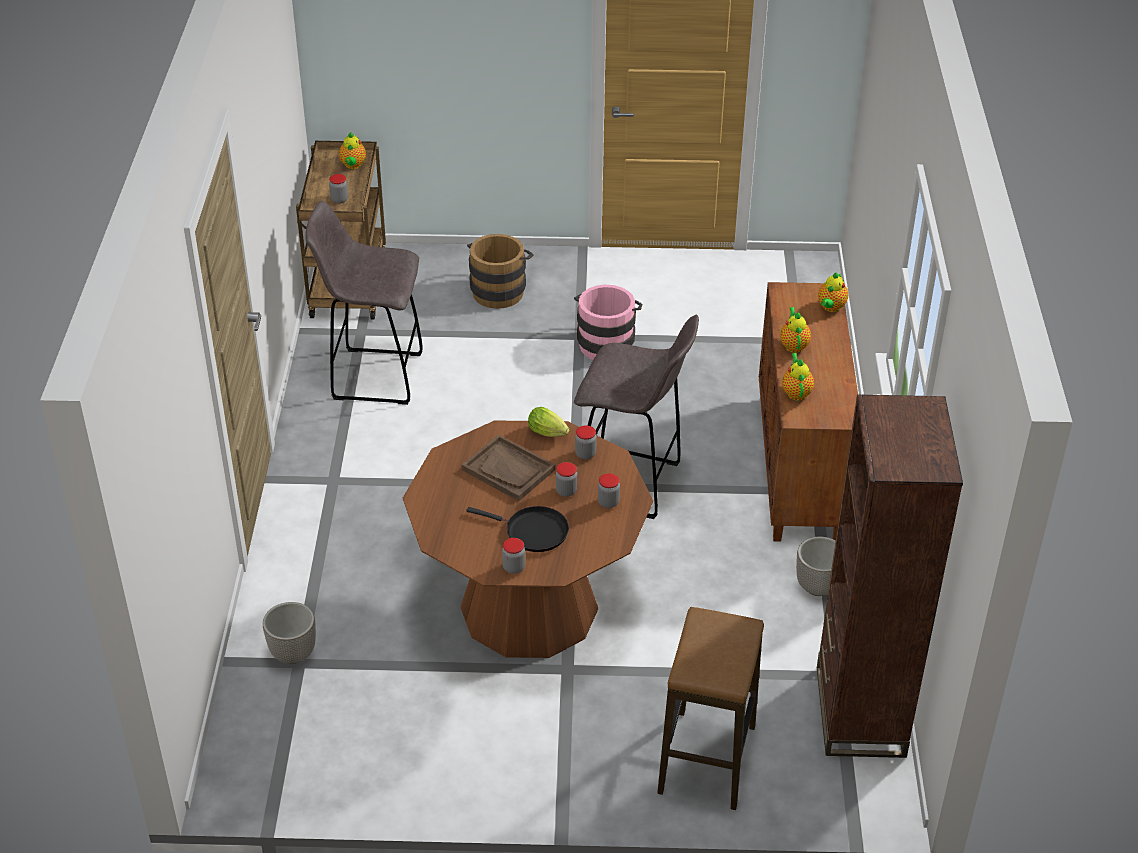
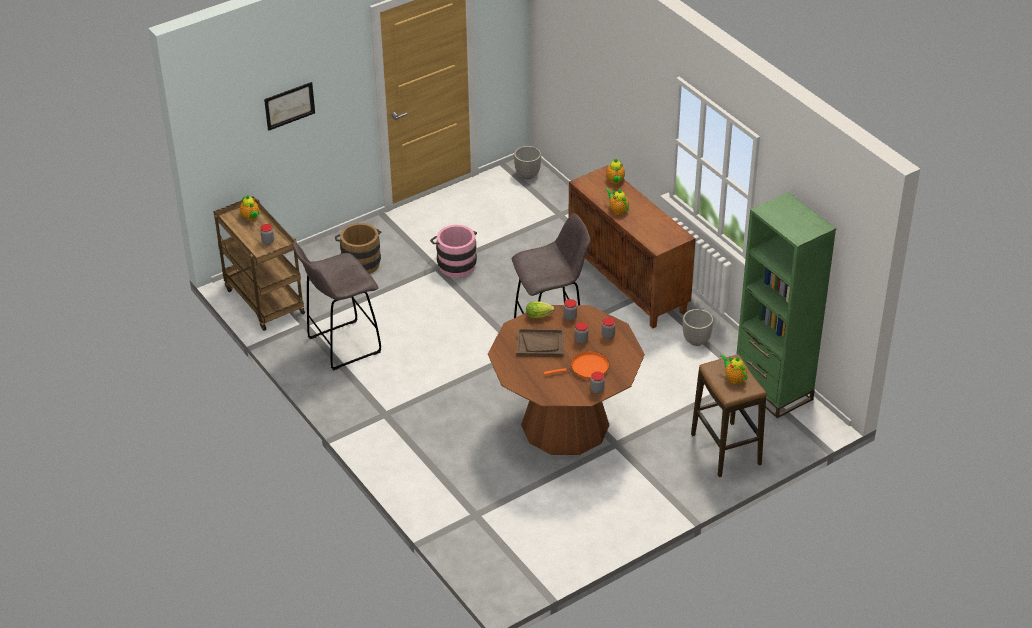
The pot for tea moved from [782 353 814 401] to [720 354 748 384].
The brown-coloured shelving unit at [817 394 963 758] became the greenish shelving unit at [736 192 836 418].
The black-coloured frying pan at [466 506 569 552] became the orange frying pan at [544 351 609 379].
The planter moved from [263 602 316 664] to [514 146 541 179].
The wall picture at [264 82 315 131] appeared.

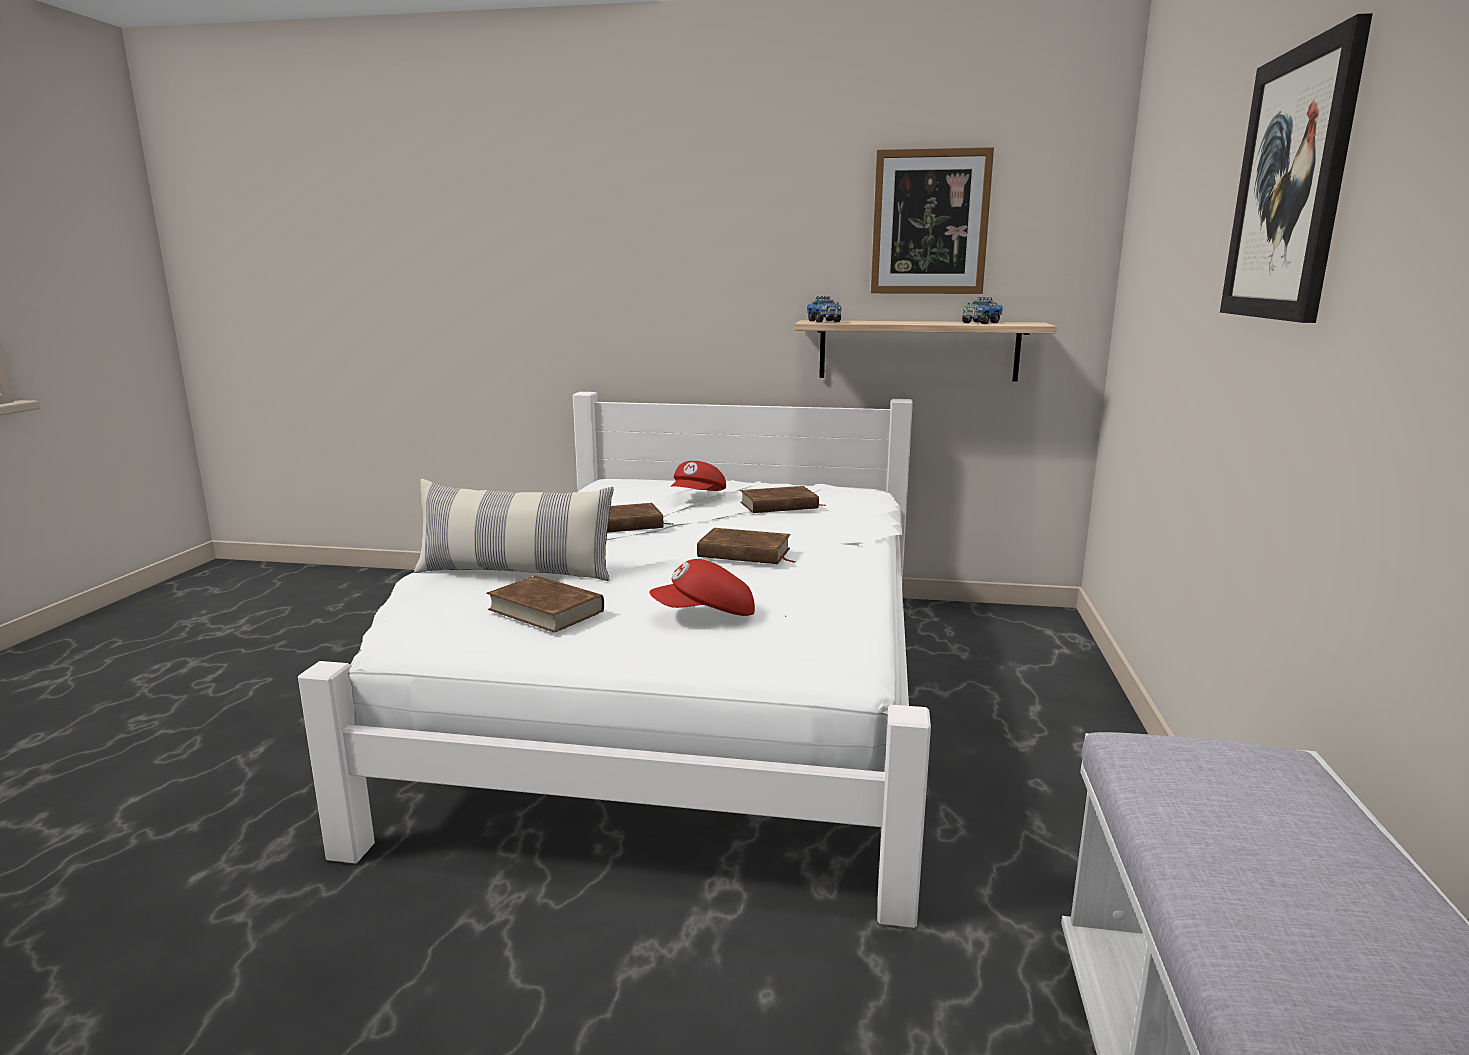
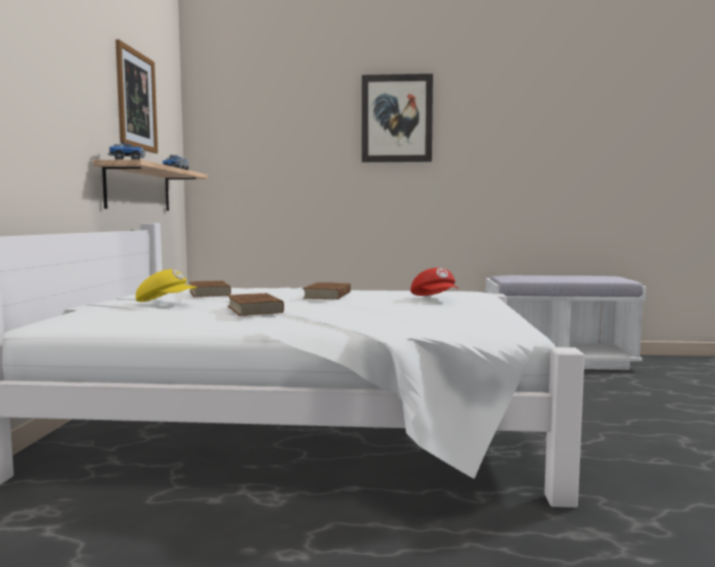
The red cap at [670 461 726 491] became the yellow cap at [136 269 197 302].
The pillow at [414 479 614 581] disappeared.
The brown-coloured book at [486 575 604 633] disappeared.

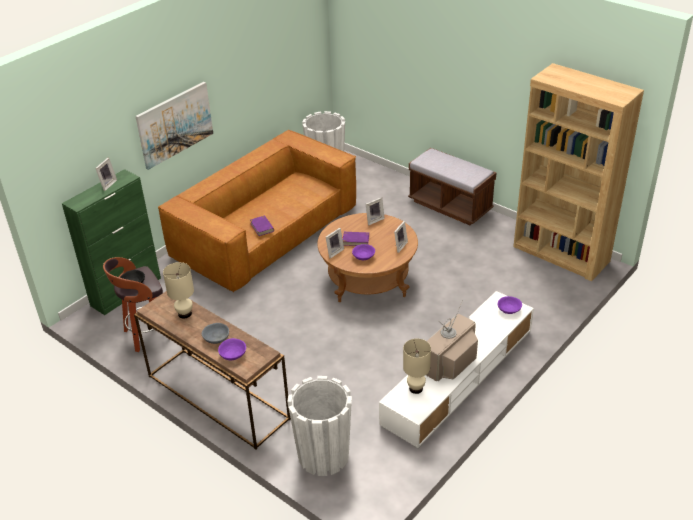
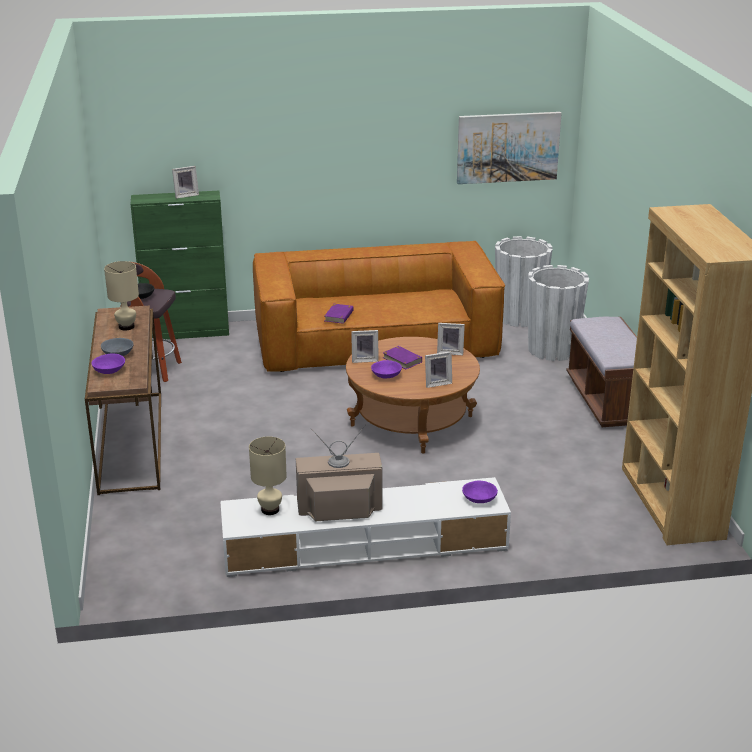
The wall picture moved from [135 82 213 170] to [457 112 562 184].
The white-coloured planter moved from [287 376 352 476] to [528 265 589 361].

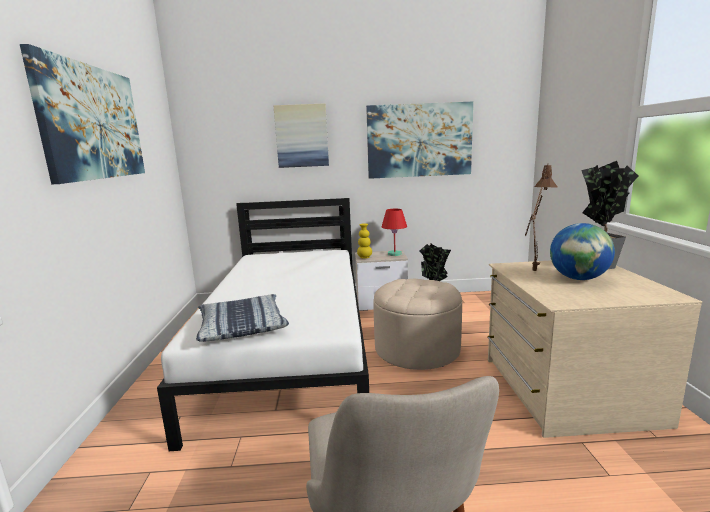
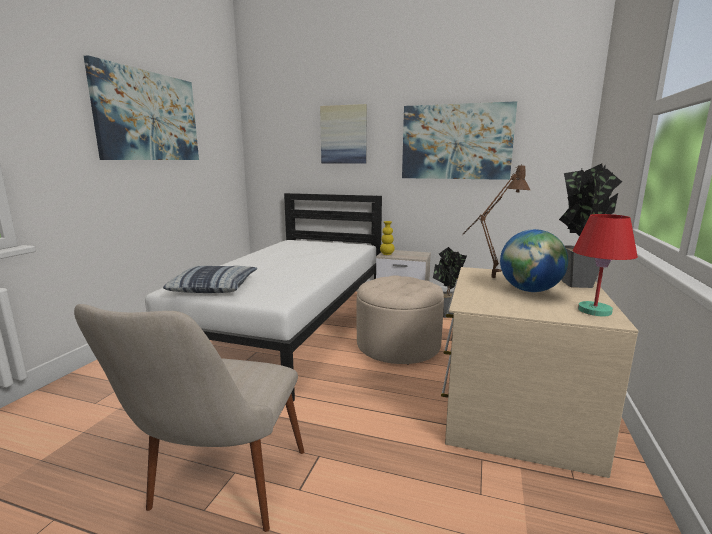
The red lamp for a table moved from [382 209 407 256] to [573 214 638 316].

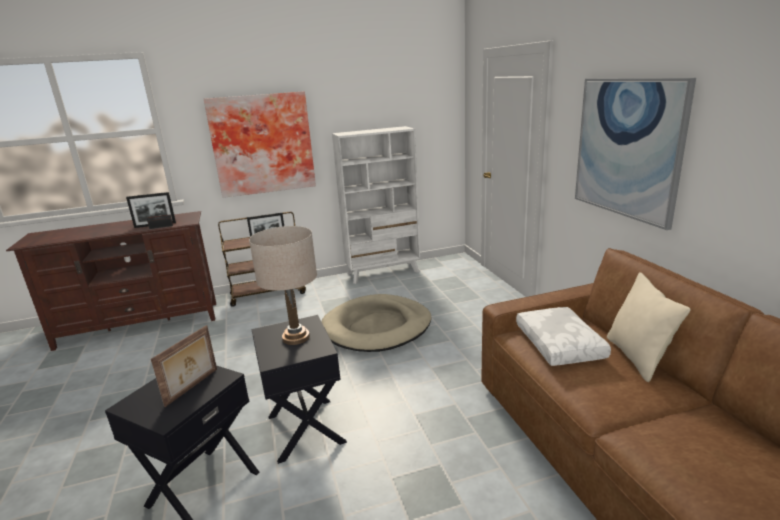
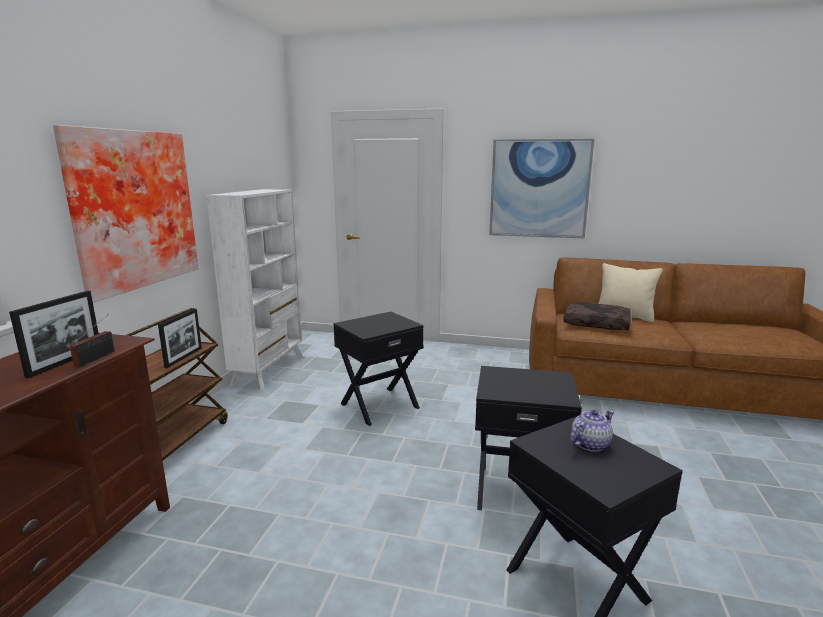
The beige lamp for a table at [249 226 317 345] disappeared.
The beige dog bed at [321 294 431 352] was replaced by the black-coloured end table at [333 312 424 426].
The white-coloured pillow at [516 307 611 366] became the brown-coloured pillow at [563 302 631 330].
The photo frame at [151 325 217 407] was replaced by the pot for tea at [570 410 614 452].

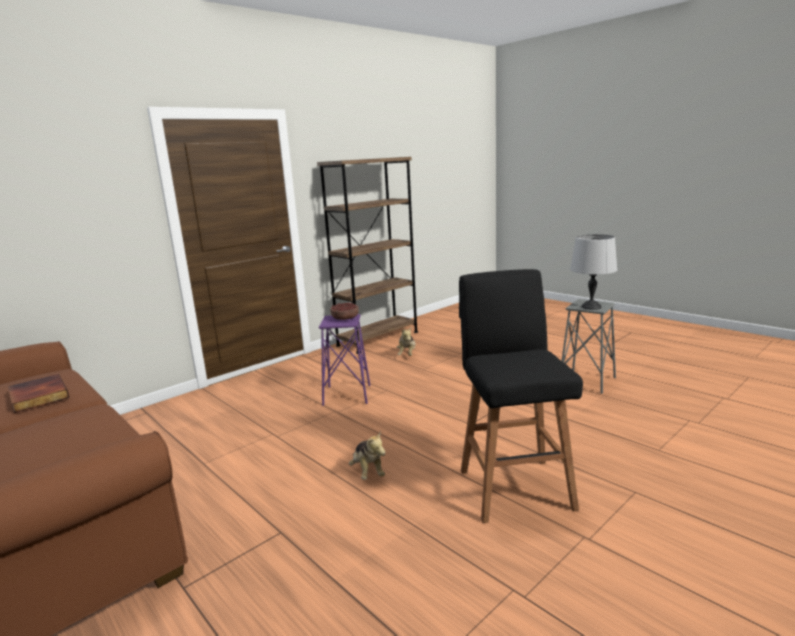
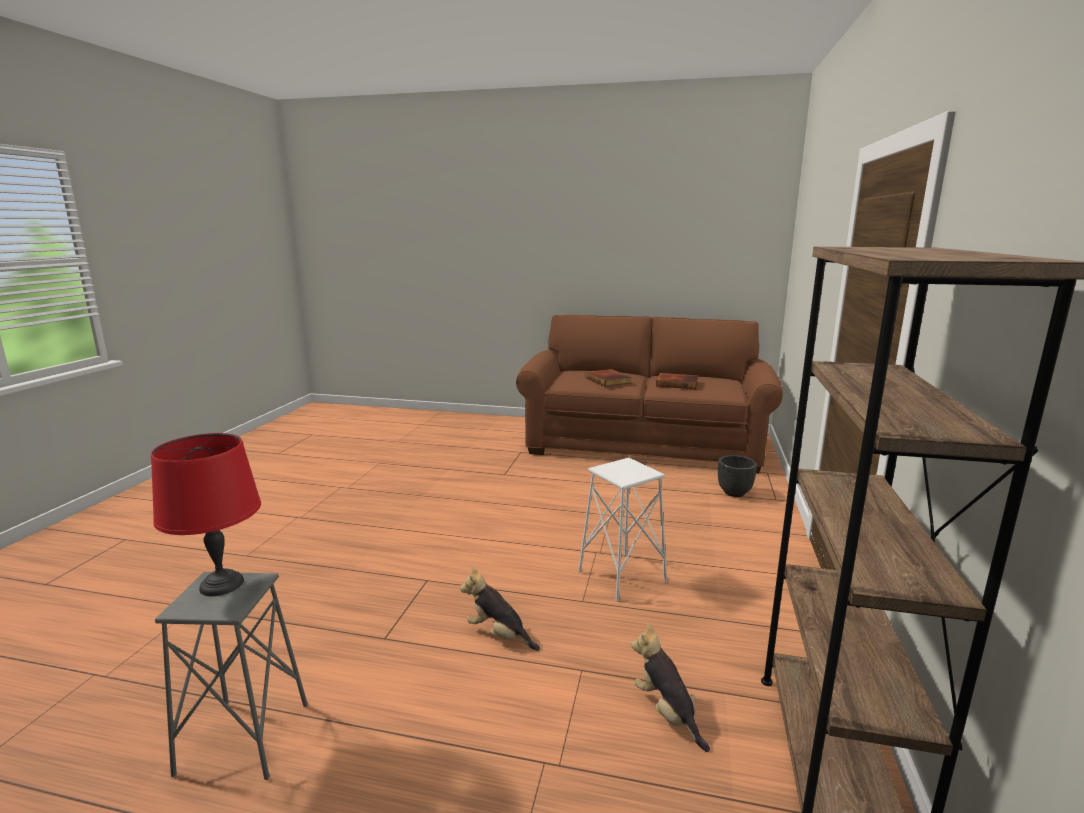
The grey lamp for a table at [570 234 617 310] became the red lamp for a table at [151 433 261 596].
The black-coloured sitting stool at [459 269 583 523] disappeared.
The deep dish at [330 303 359 320] disappeared.
The purple-coloured sitting stool at [319 314 370 406] became the white-coloured sitting stool at [578 458 667 602].
The cuddly toy moved from [349 431 386 480] to [460 567 540 651].
The book at [586 369 631 387] appeared.
The black-coloured planter at [718 455 757 497] appeared.

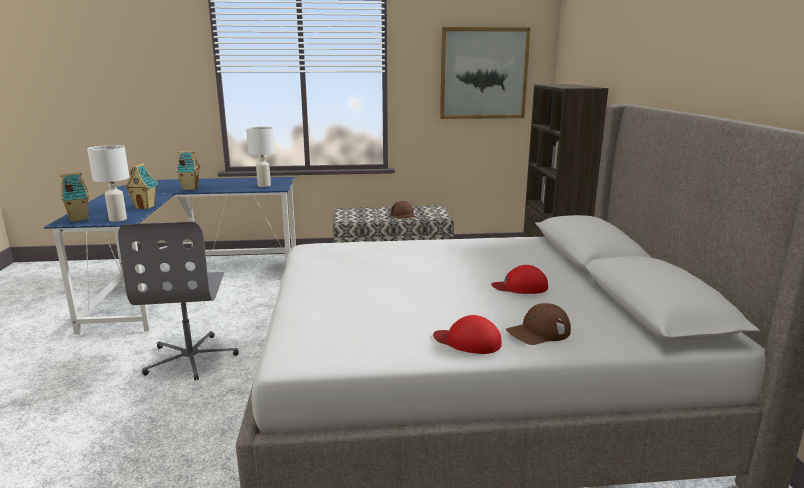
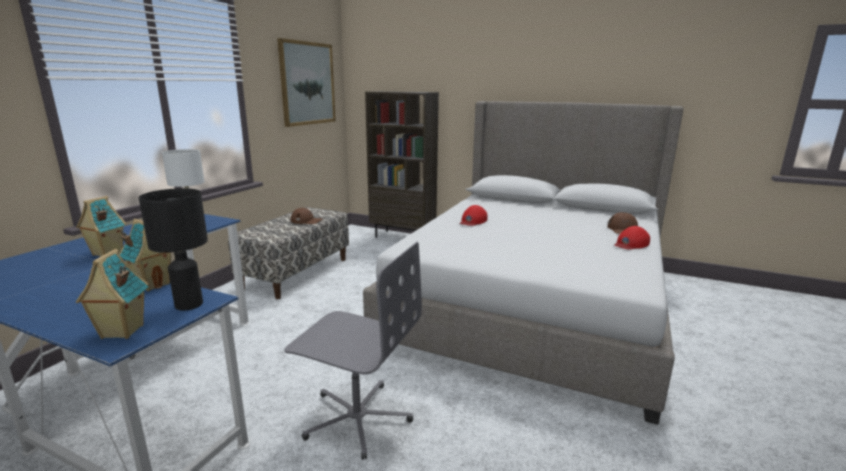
The white-coloured lamp for a table at [87 145 130 222] became the black-coloured lamp for a table at [139 188 208 311].
The red cap moved from [491 265 548 294] to [460 205 488 226].

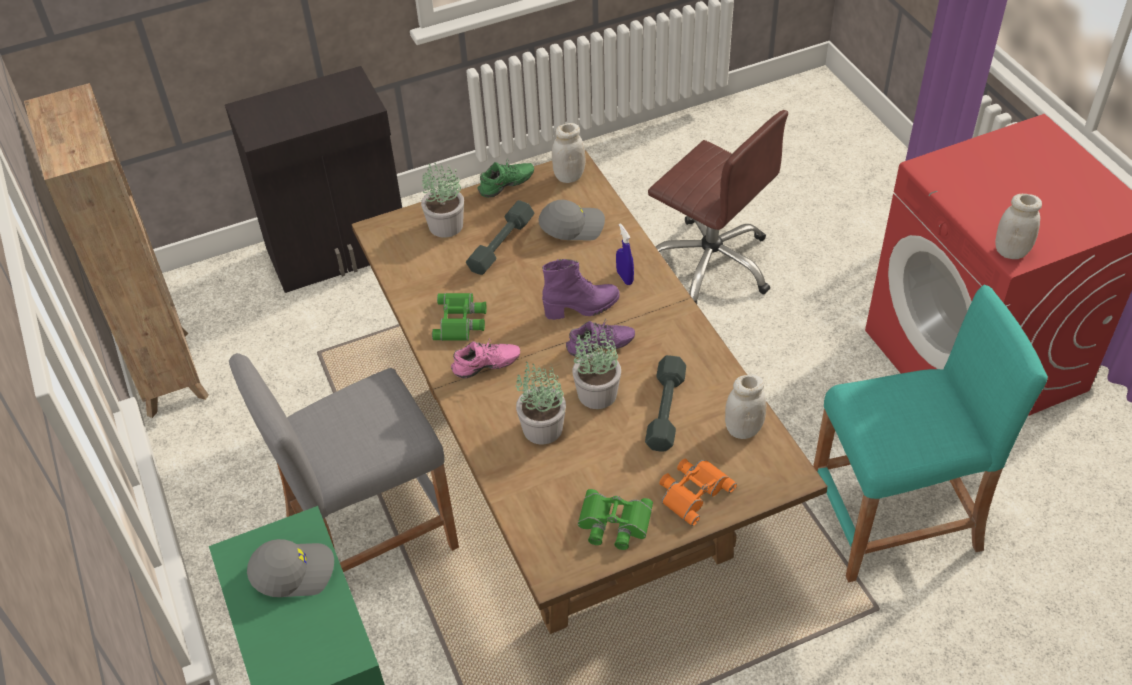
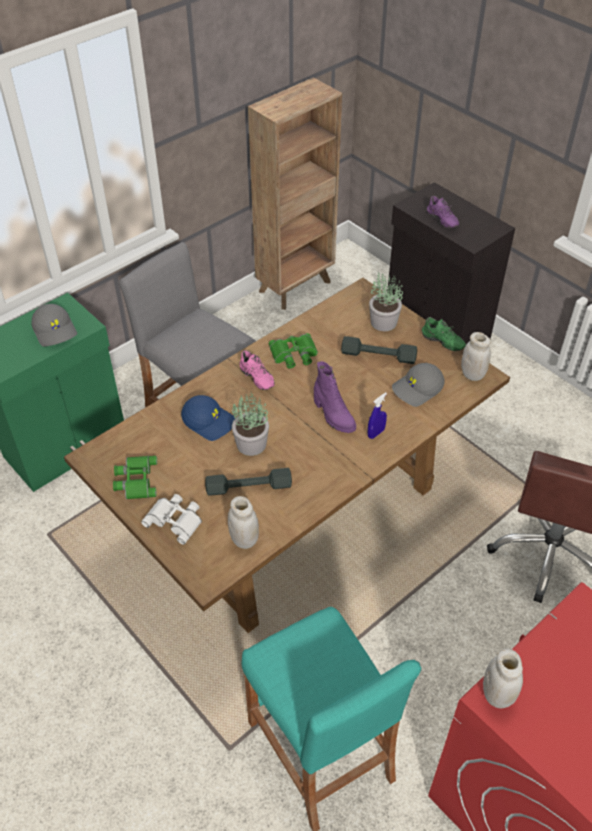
The grey cap at [538 200 605 240] turned 90 degrees clockwise.
The purple-coloured shoe moved from [566 319 635 357] to [427 196 459 228].
The potted plant at [515 361 566 445] was replaced by the blue cap at [181 395 235 441].
The orange pair of binoculars at [659 458 737 526] became the white-coloured pair of binoculars at [141 494 202 545].

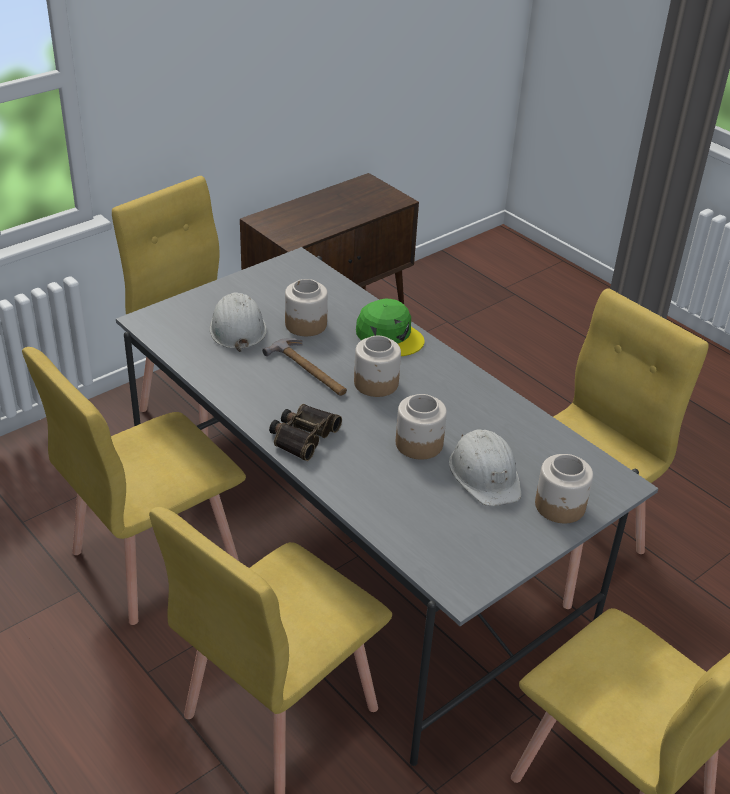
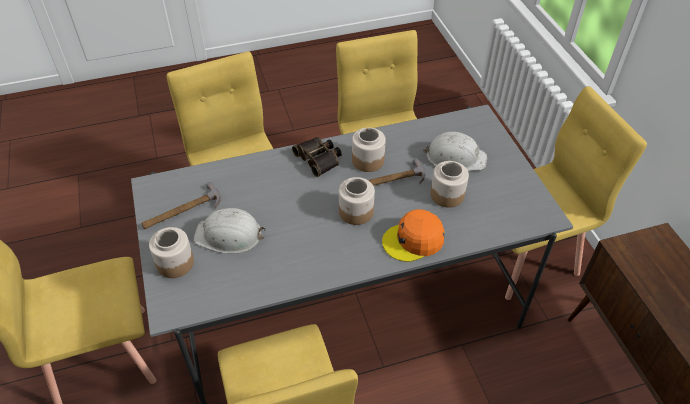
The greenish cap at [356 298 425 356] became the orange cap at [382 209 445 262].
The preserve jar moved from [396 394 447 460] to [352 128 386 172].
The hammer at [141 182 221 229] appeared.

